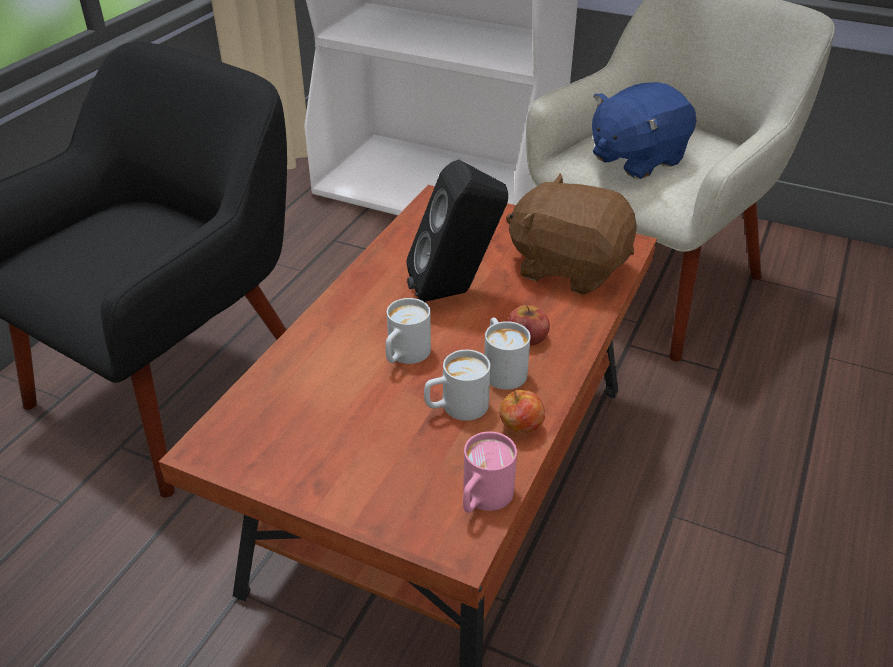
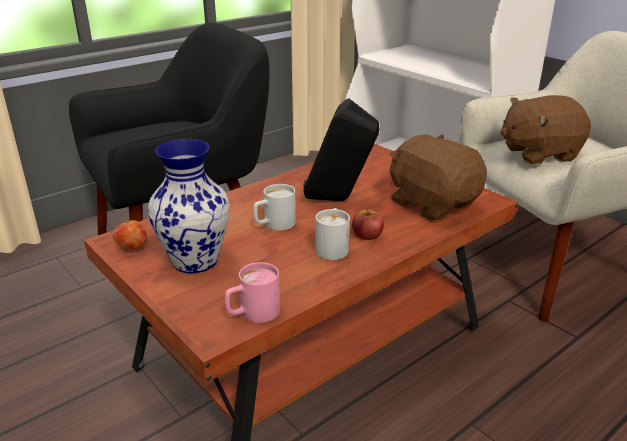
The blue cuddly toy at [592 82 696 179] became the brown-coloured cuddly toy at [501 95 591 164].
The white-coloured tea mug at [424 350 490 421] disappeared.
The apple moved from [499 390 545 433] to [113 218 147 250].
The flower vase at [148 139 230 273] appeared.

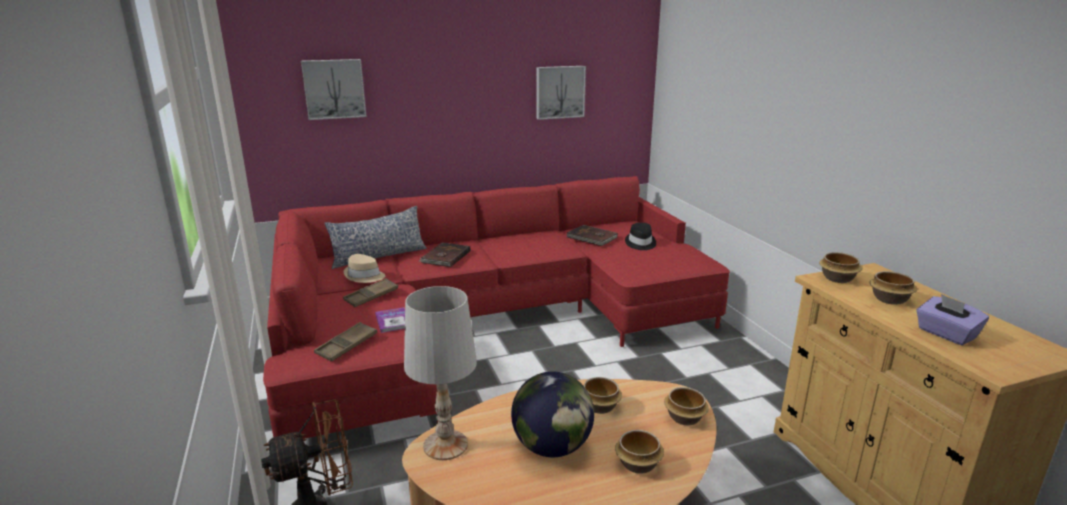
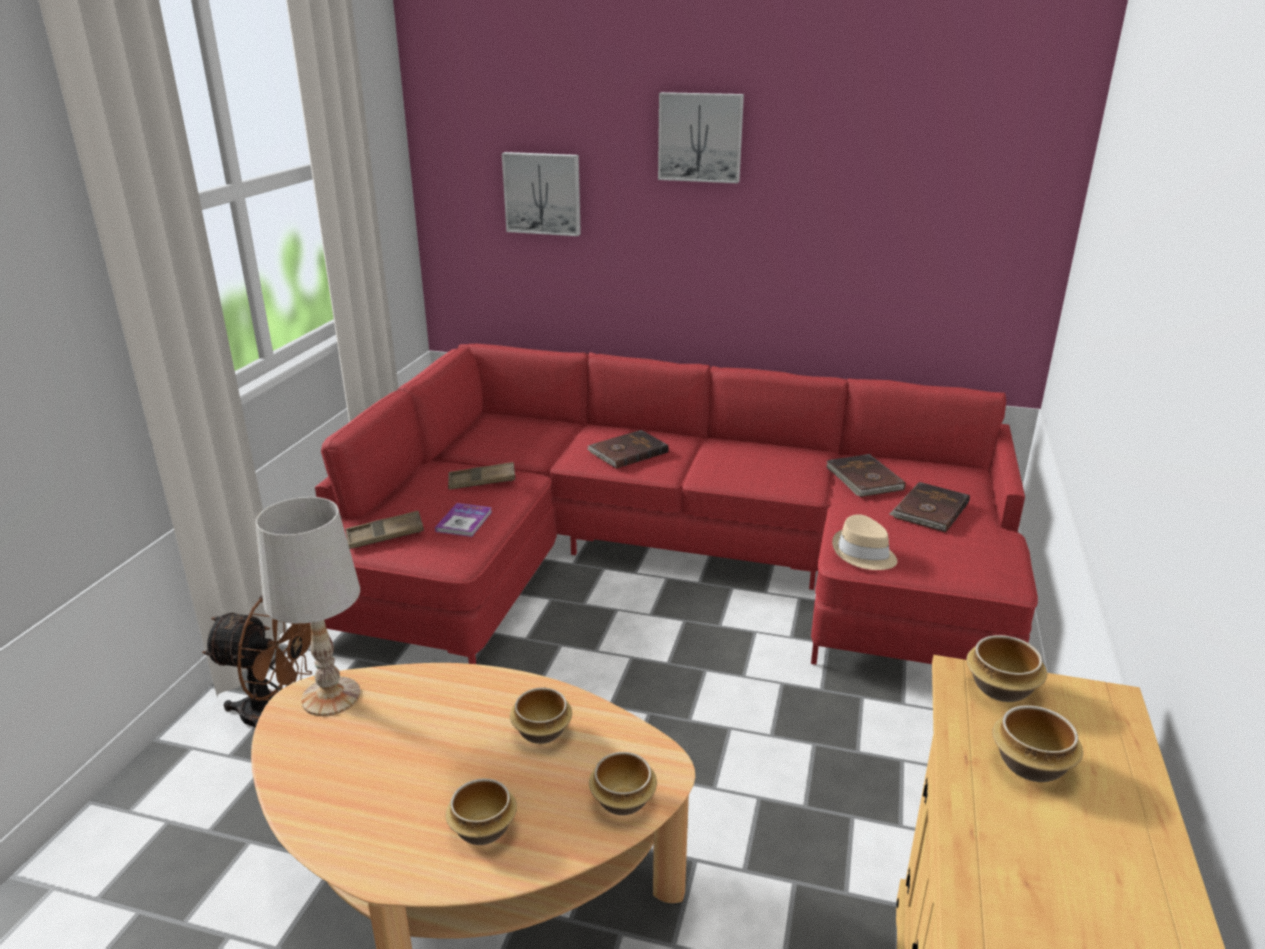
The wall picture moved from [536 66 586 120] to [658 92 744 183].
The pillow at [324 206 427 269] disappeared.
The black-coloured hat at [625 223 656 250] was replaced by the brown-coloured book at [890 482 970 533].
The beige hat moved from [344 254 385 283] to [832 514 897 570].
The purple-coloured box of tissues at [916 294 989 345] disappeared.
The globe at [511 371 594 457] disappeared.

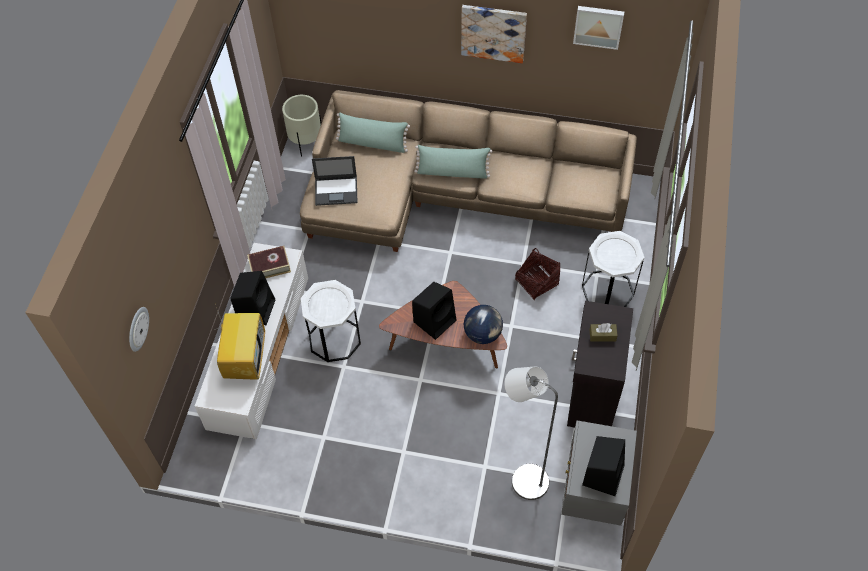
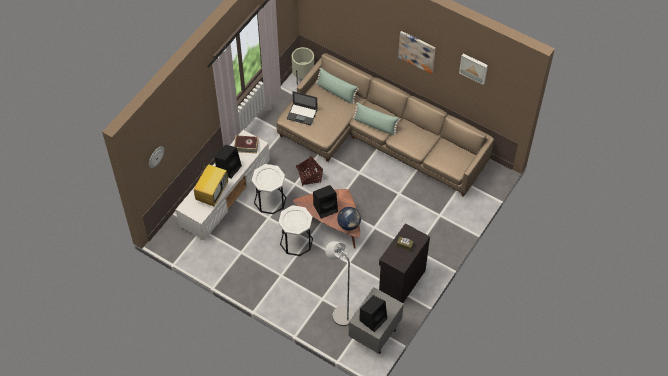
The white-coloured end table moved from [582 231 644 307] to [278 205 313 256].
The basket moved from [515 248 560 300] to [296 156 323 186].

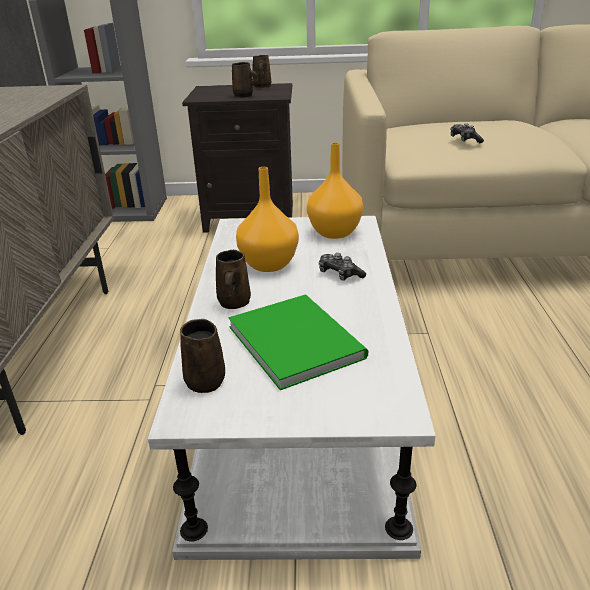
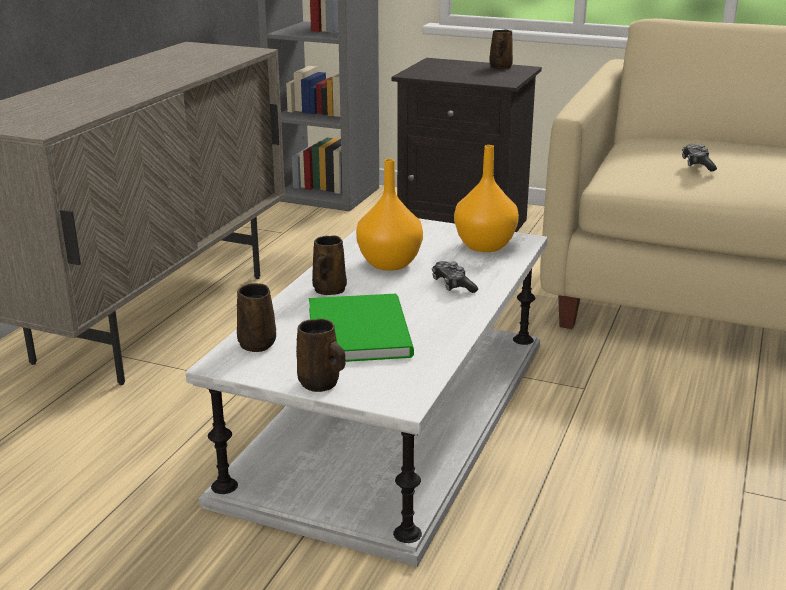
The brown-coloured tea mug moved from [232 62 258 98] to [296 319 345 392].

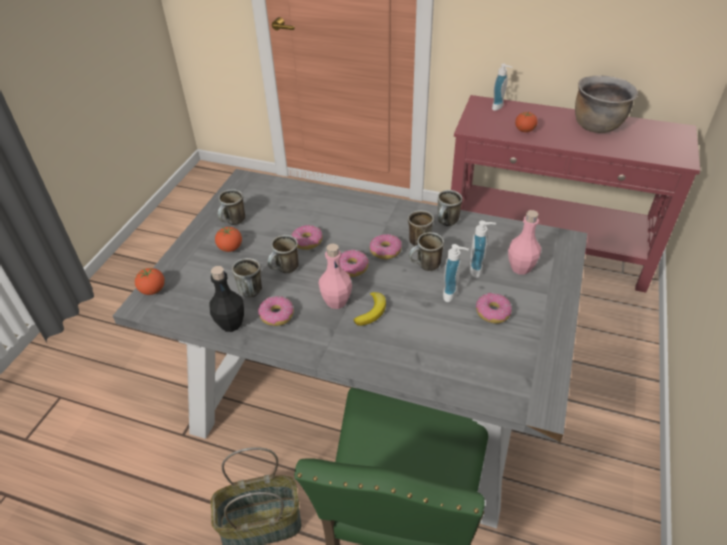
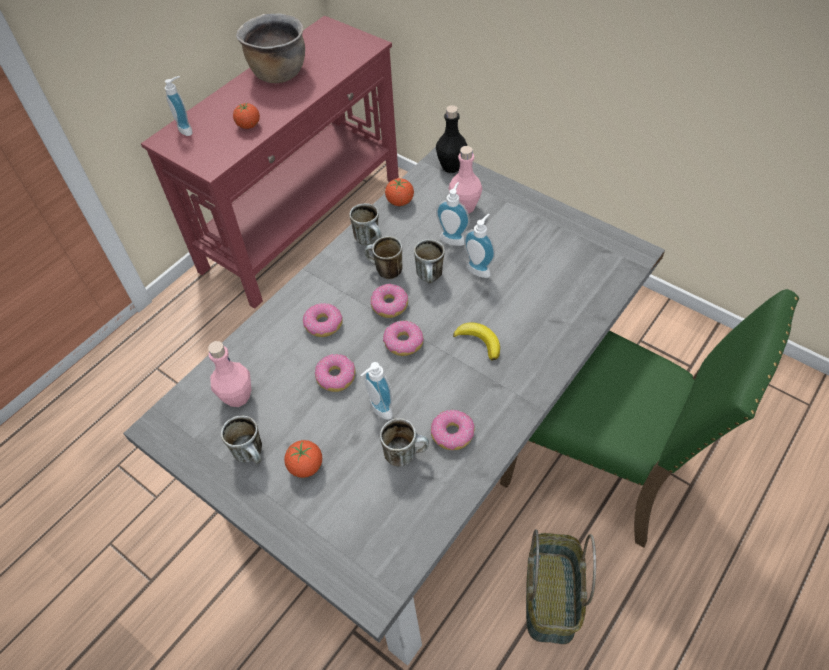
The tea mug at [268 235 299 273] was replaced by the soap dispenser at [361 362 393 420].
The pinkish beverage bottle moved from [319 244 352 309] to [208 341 251 407].
The black-coloured beverage bottle moved from [209 266 244 332] to [436 105 467 173].
The fresh tomato moved from [135 268 165 295] to [385 178 414 206].
The donut moved from [476 293 512 324] to [303 303 343 337].

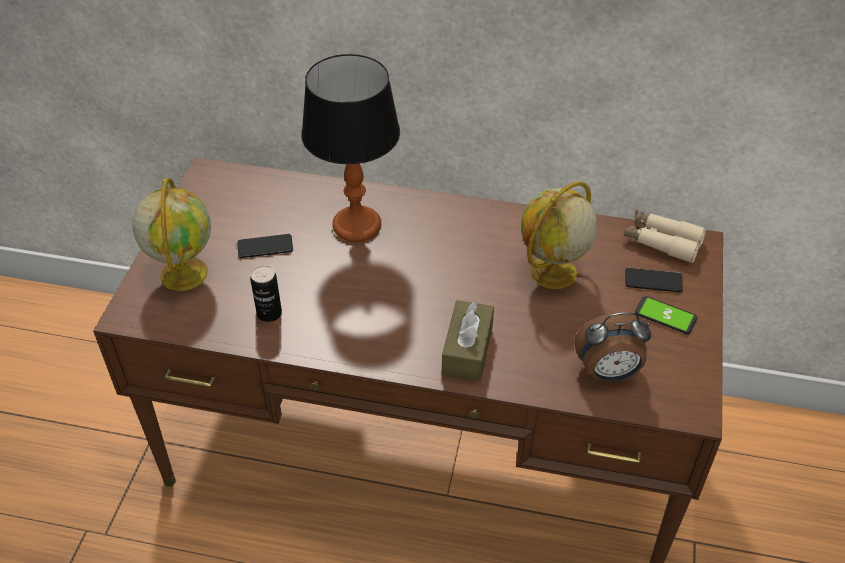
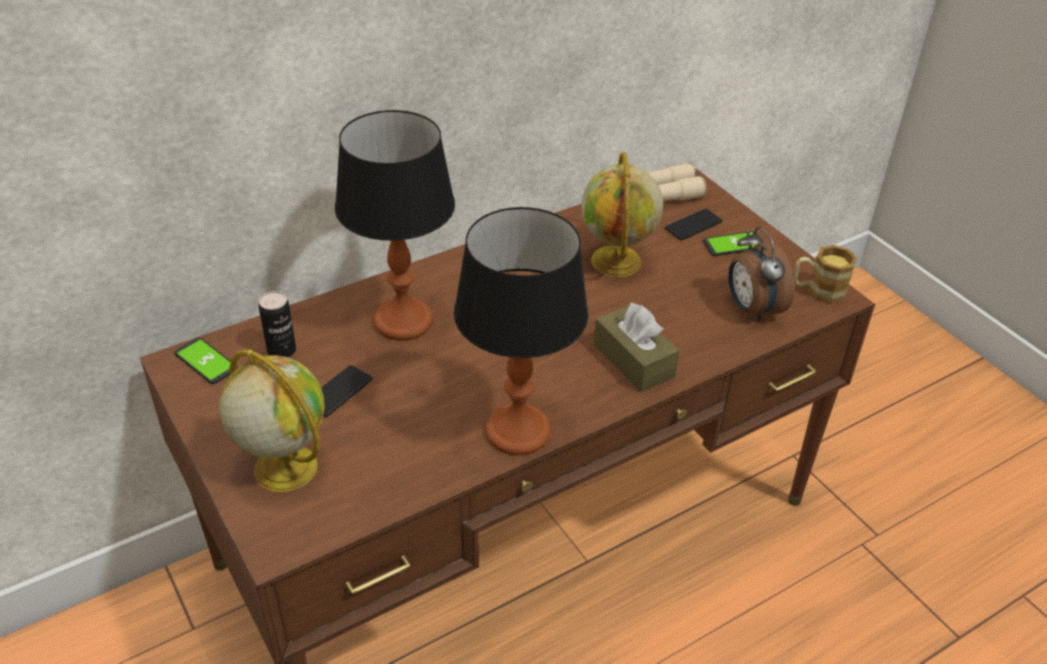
The metal can moved from [250 265 282 322] to [259 291 296 357].
The bedside clock at [575 312 652 381] turned 120 degrees clockwise.
The lamp for a table at [454 207 589 455] appeared.
The tea mug at [794 245 857 304] appeared.
The phone at [174 337 238 384] appeared.

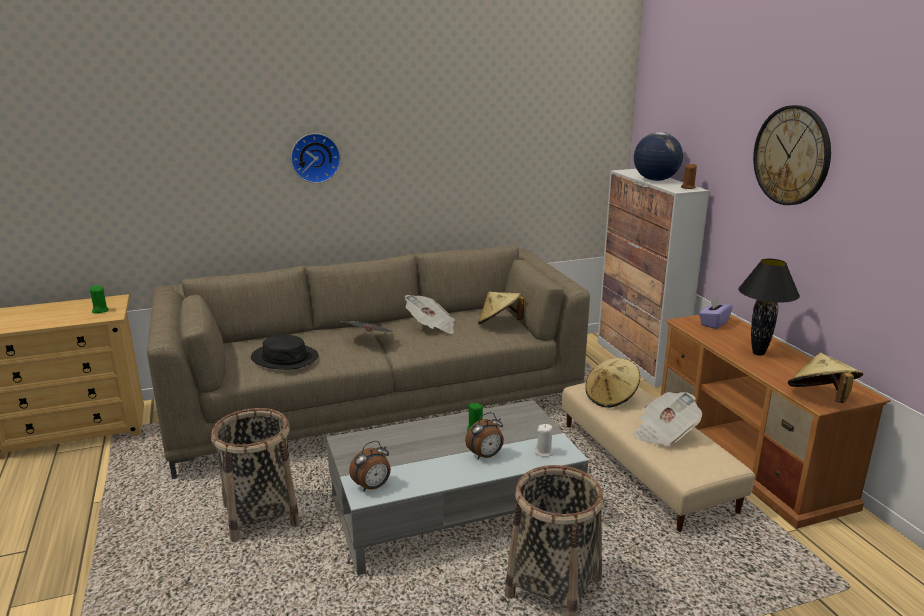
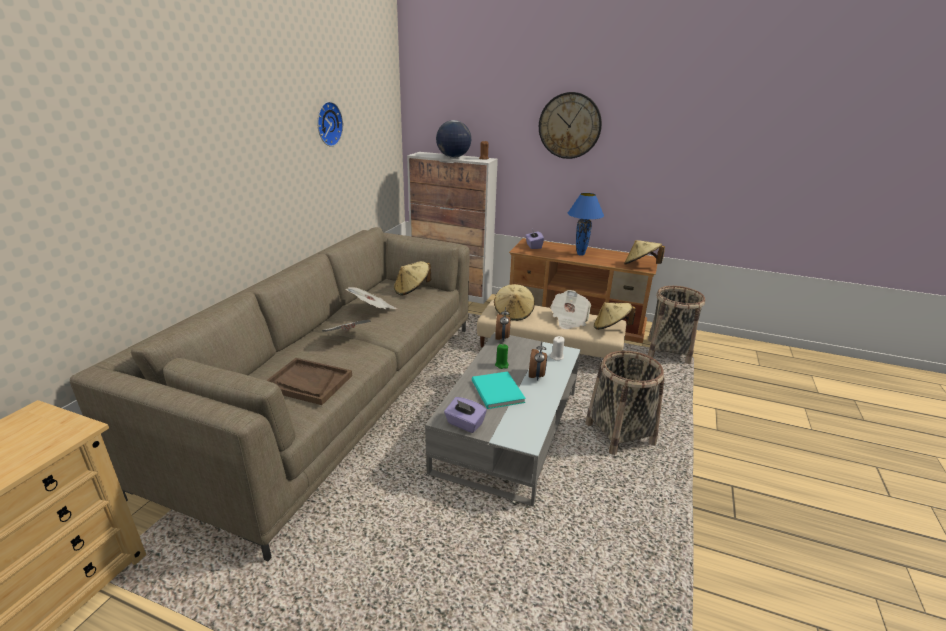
The hanging clock moved from [291 133 341 183] to [317 101 343 147].
The black-coloured lamp for a table at [738 259 800 356] became the blue lamp for a table at [568 193 604 256].
The greenish candle at [90 285 109 314] disappeared.
The black-coloured hat at [251 334 319 370] was replaced by the brown-coloured serving tray at [266 358 352 405].
The basket moved from [211 408 300 542] to [648 286 705 364].
The bedside clock moved from [349 441 391 491] to [495 307 511 341].
The beige hat at [594 302 636 330] appeared.
The turquoise book at [472 371 526 409] appeared.
The purple-coloured box of tissues at [444 397 487 433] appeared.

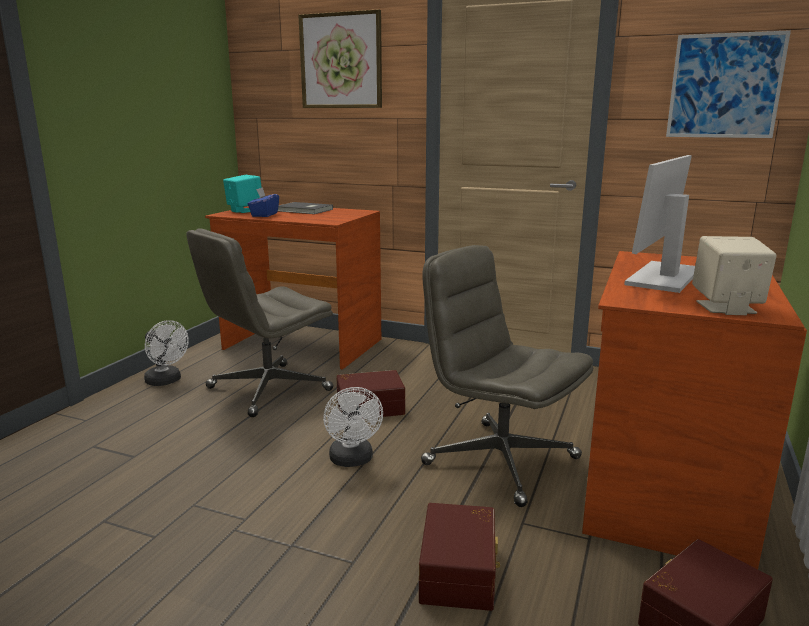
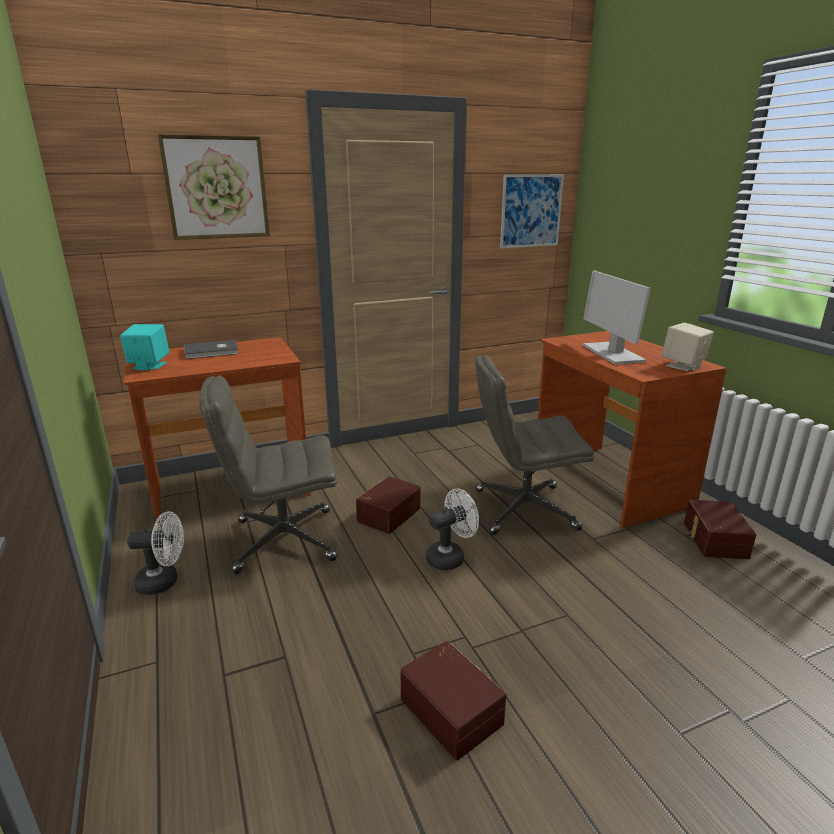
The blue box of tissues at [248 187 279 217] disappeared.
The grey office chair at [186 228 333 417] turned 75 degrees clockwise.
The white-coloured cooling fan at [323 387 383 467] turned 60 degrees counterclockwise.
The brown-coloured storage container moved from [419 503 500 611] to [400 641 506 760].

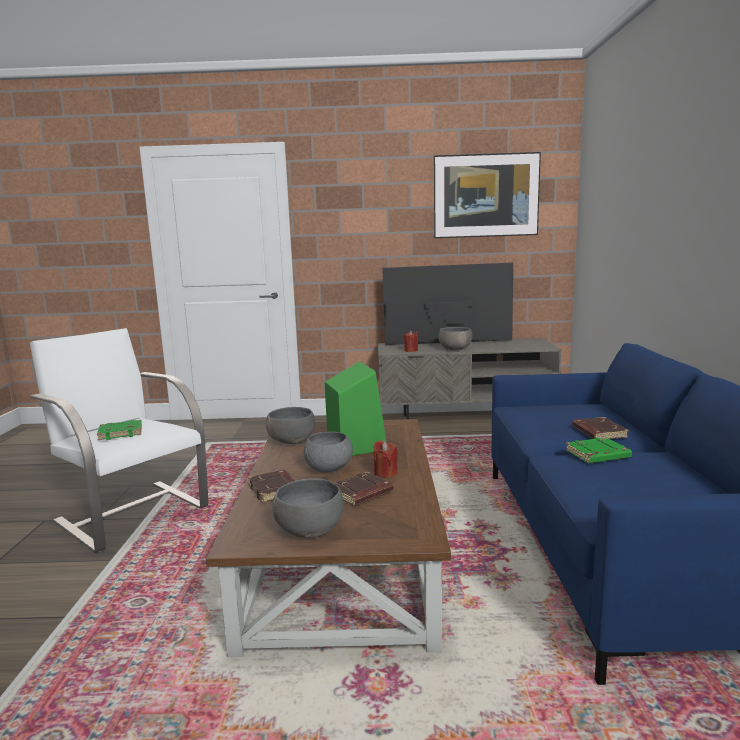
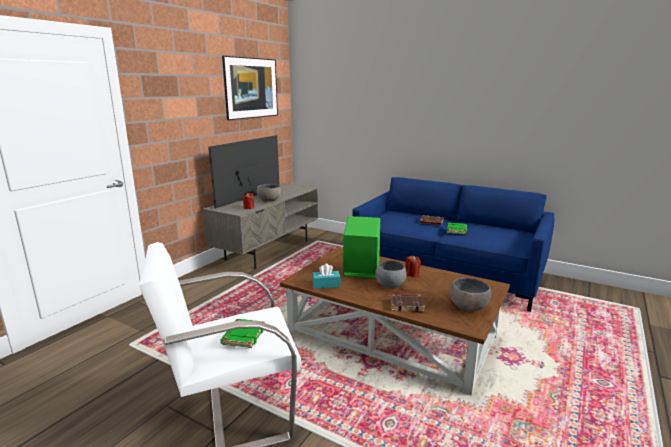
The grey deep dish at [266 407 315 444] was replaced by the turquoise box of tissues at [312 264 341 289].
The brown-coloured book at [335 472 394 506] disappeared.

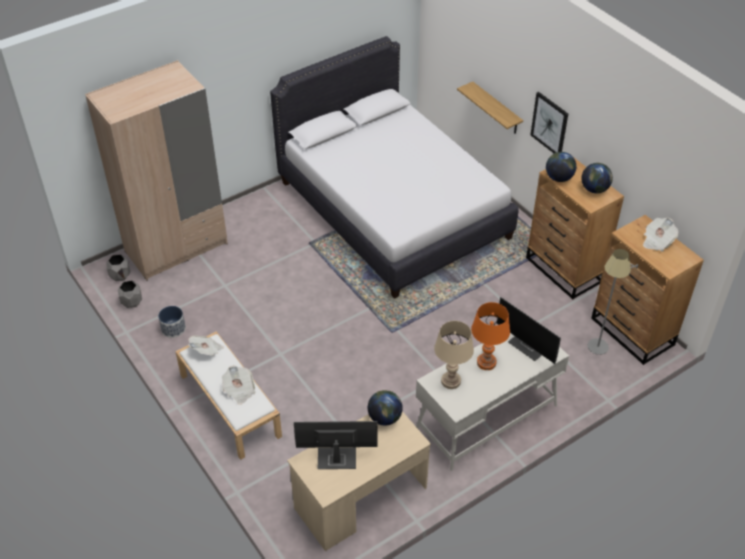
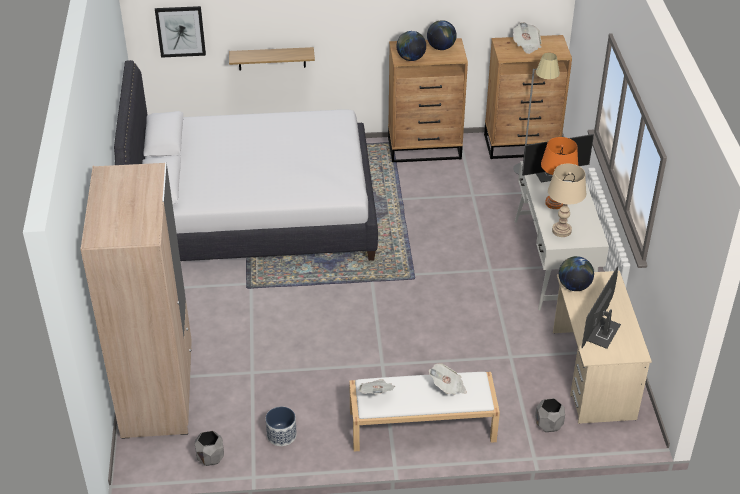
The wall picture moved from [531 92 568 153] to [155 6 206 58].
The grey planter moved from [106 254 130 281] to [535 398 565 432].

